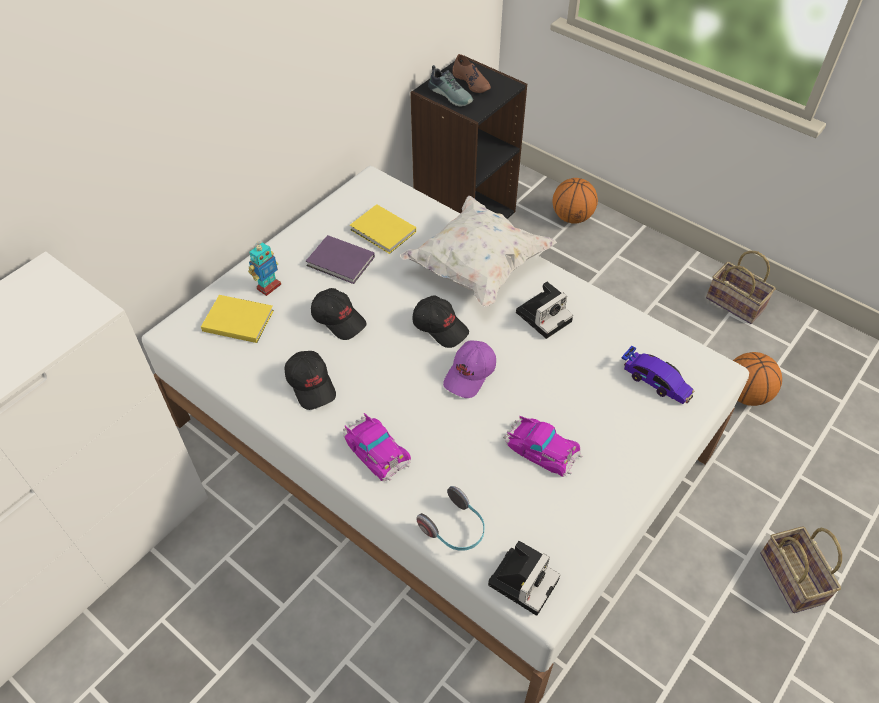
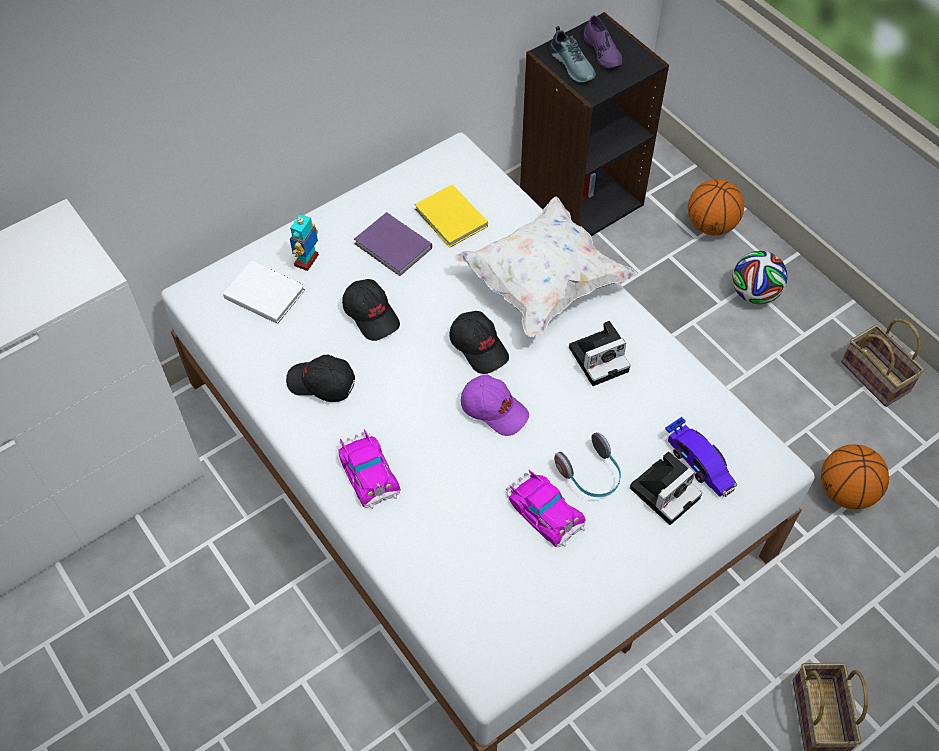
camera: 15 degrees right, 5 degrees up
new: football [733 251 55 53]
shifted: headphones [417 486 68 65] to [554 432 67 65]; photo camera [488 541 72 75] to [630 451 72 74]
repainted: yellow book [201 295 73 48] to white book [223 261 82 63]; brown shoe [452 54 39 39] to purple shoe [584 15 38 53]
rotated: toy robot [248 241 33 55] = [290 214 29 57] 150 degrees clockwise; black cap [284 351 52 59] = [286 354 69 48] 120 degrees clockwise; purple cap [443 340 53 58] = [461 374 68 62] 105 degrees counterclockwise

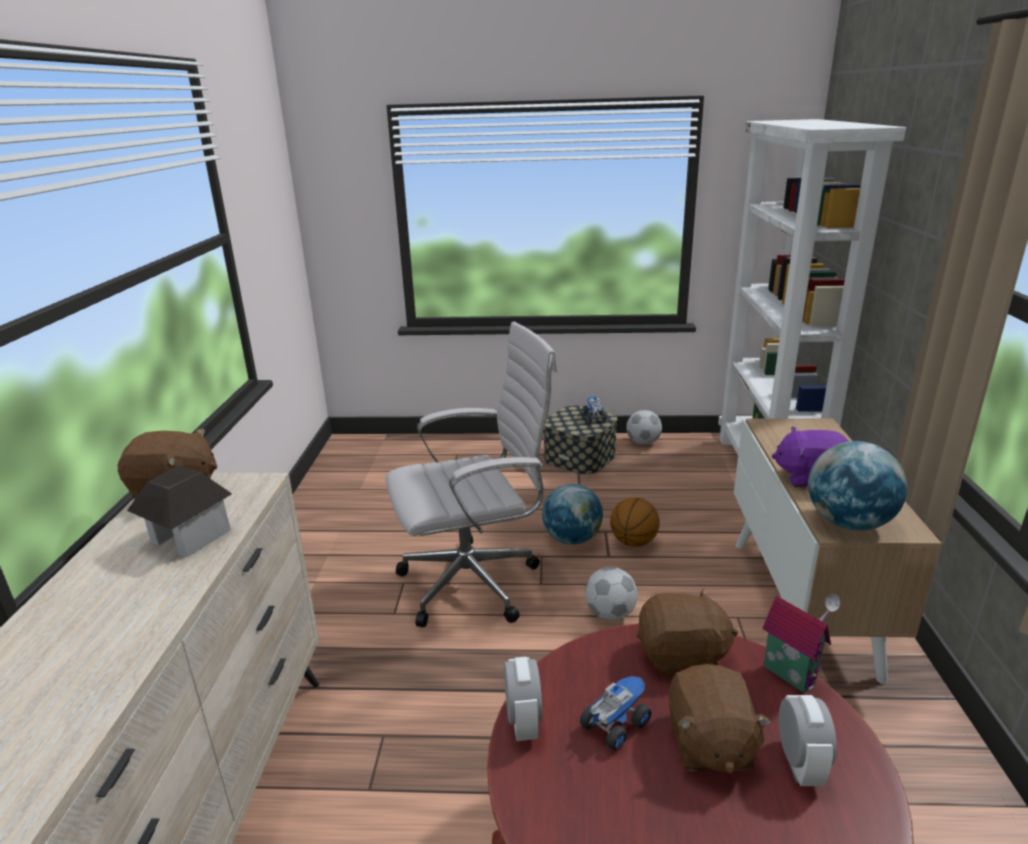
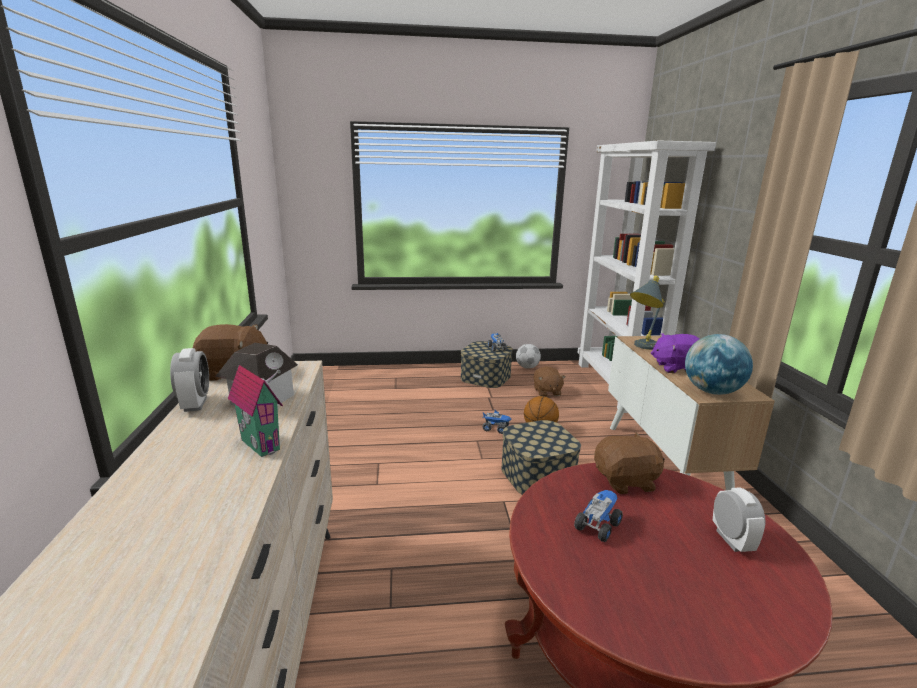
camera: 10 degrees left, 5 degrees down
gone: white office chair [386 322 171 305]
new: grey table lamp [630 276 34 74]
shifted: alarm clock [504 657 39 84] to [170 348 39 64]; brown plush toy [668 664 104 109] to [534 366 32 31]; toy house [762 594 78 99] to [228 353 55 104]
swapped: globe [542 484 61 61] to toy truck [482 410 29 24]; football [585 567 53 54] to storage box [501 420 80 75]

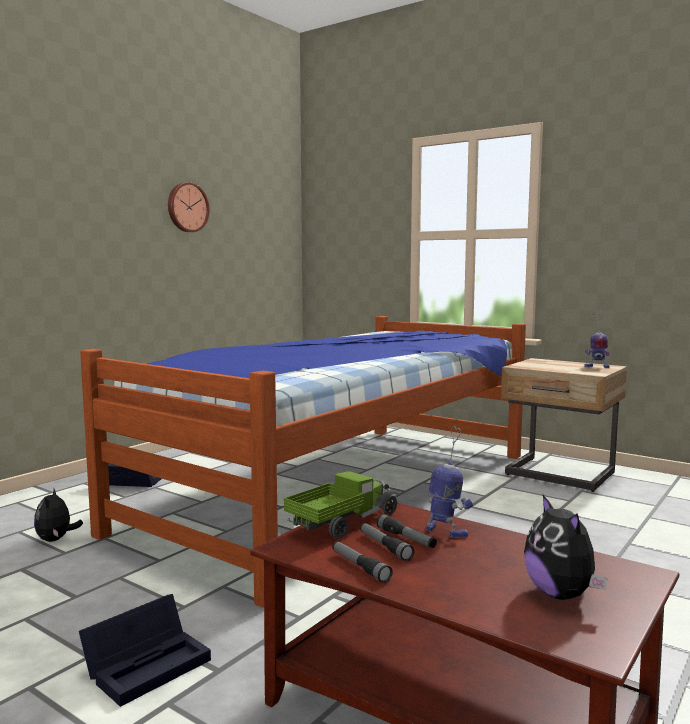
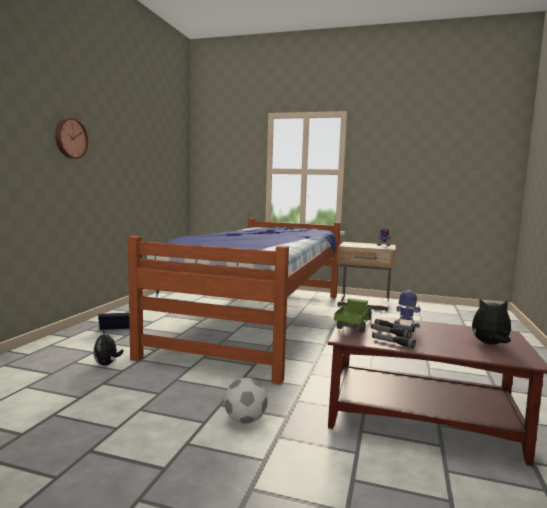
camera: 20 degrees left, 0 degrees up
shifted: wall clock [168 182 42 50] to [55 118 33 41]
swapped: black storage box [79 594 132 113] to football [224 378 44 46]
rotated: plush toy [524 495 83 105] = [472 299 39 45] 135 degrees clockwise

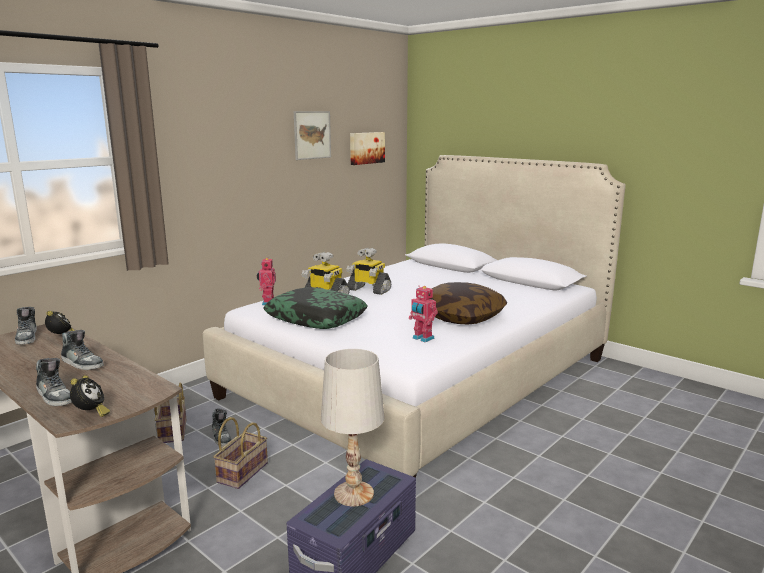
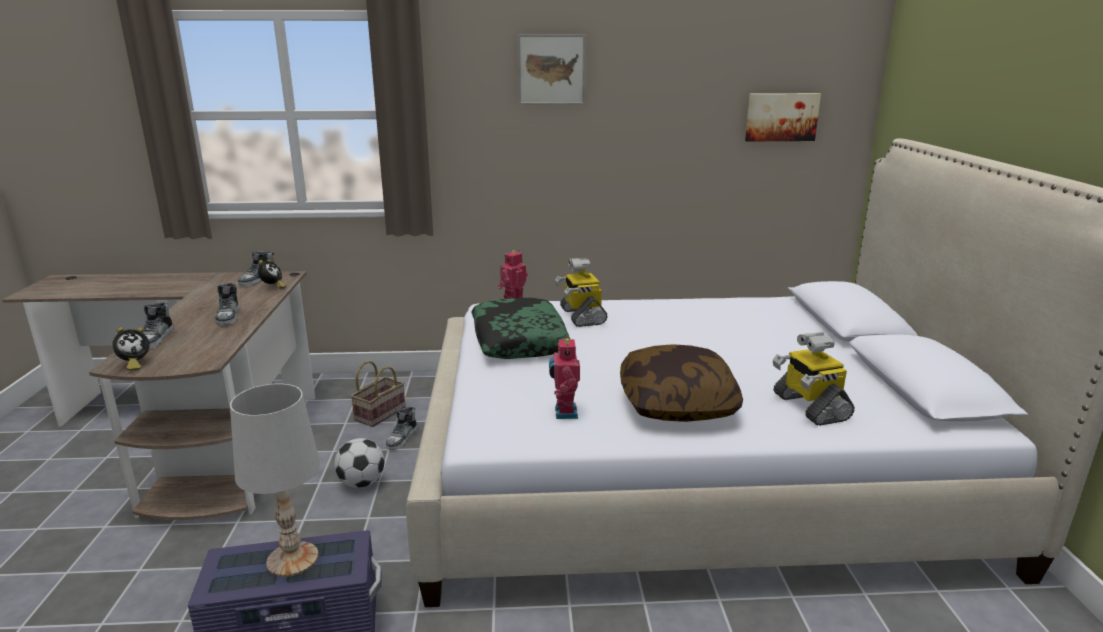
camera: 45 degrees right, 5 degrees up
shifted: picture [294 111 37 49] to [518 34 67 71]; toy robot [346 248 45 47] to [773 332 82 94]
swapped: basket [213 417 55 72] to football [334 438 51 50]

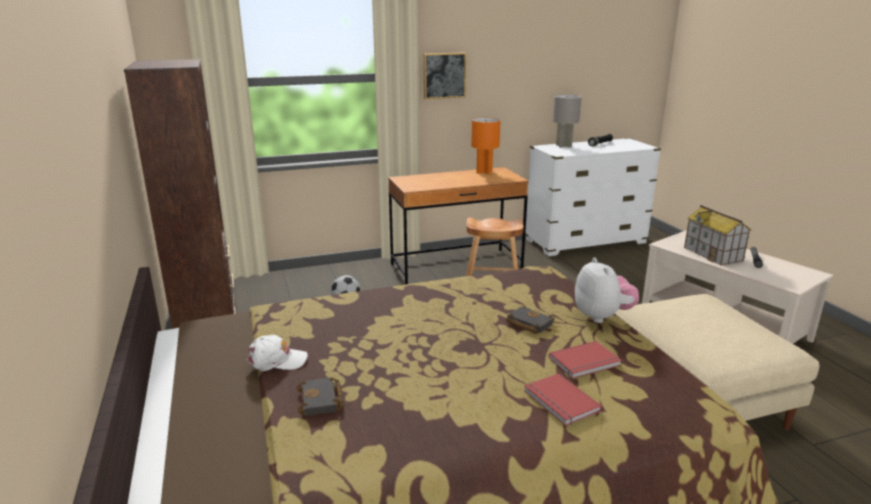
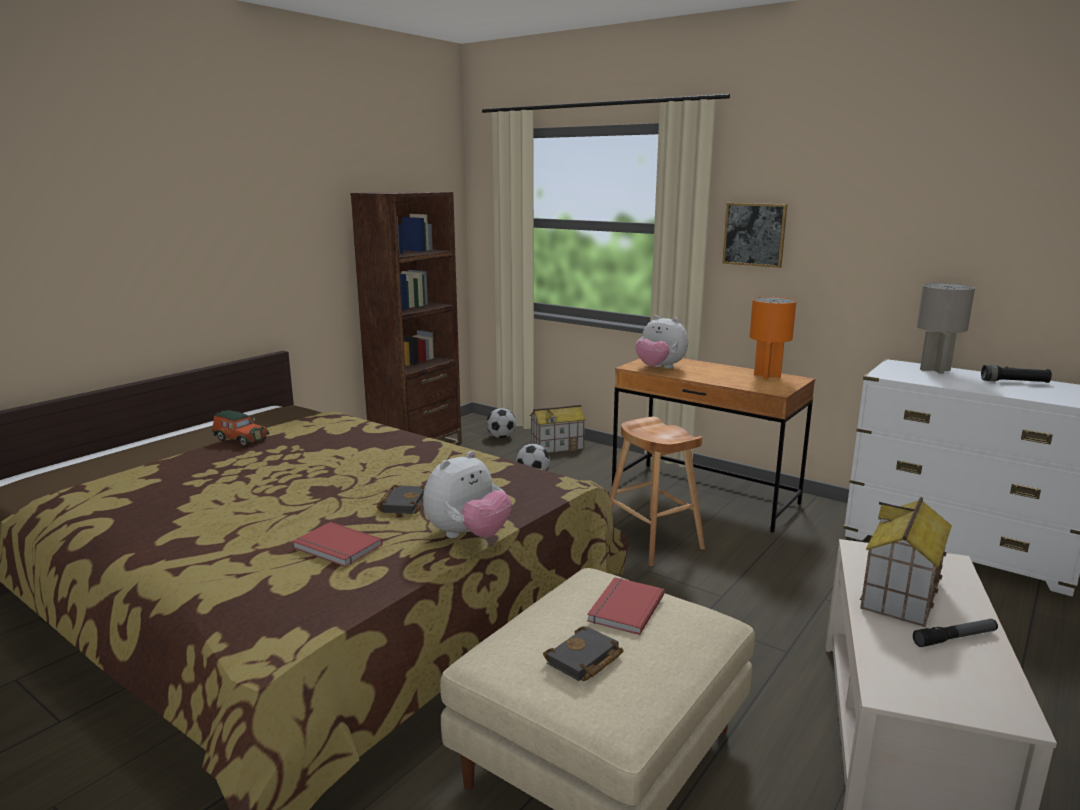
camera: 55 degrees right, 5 degrees down
new: football [486 408 30 30]; toy house [530 405 56 48]; plush toy [635 315 53 54]
shifted: black book [297 377 46 39] to [543 626 81 55]; red book [524 373 78 53] to [587 577 78 58]
swapped: white cap [247 335 61 36] to toy car [212 410 57 37]

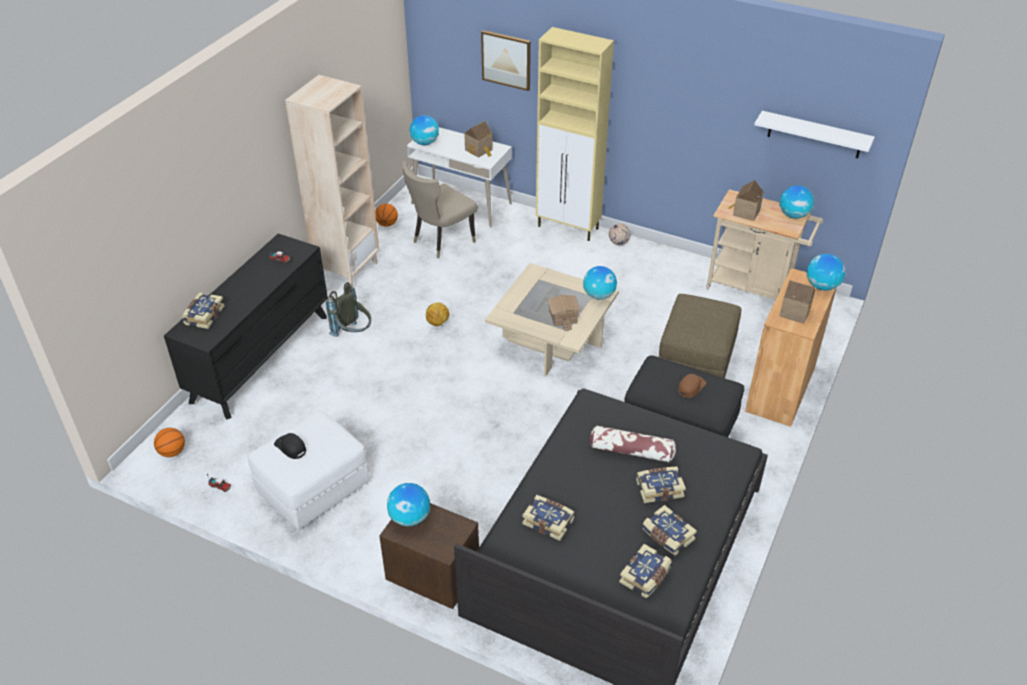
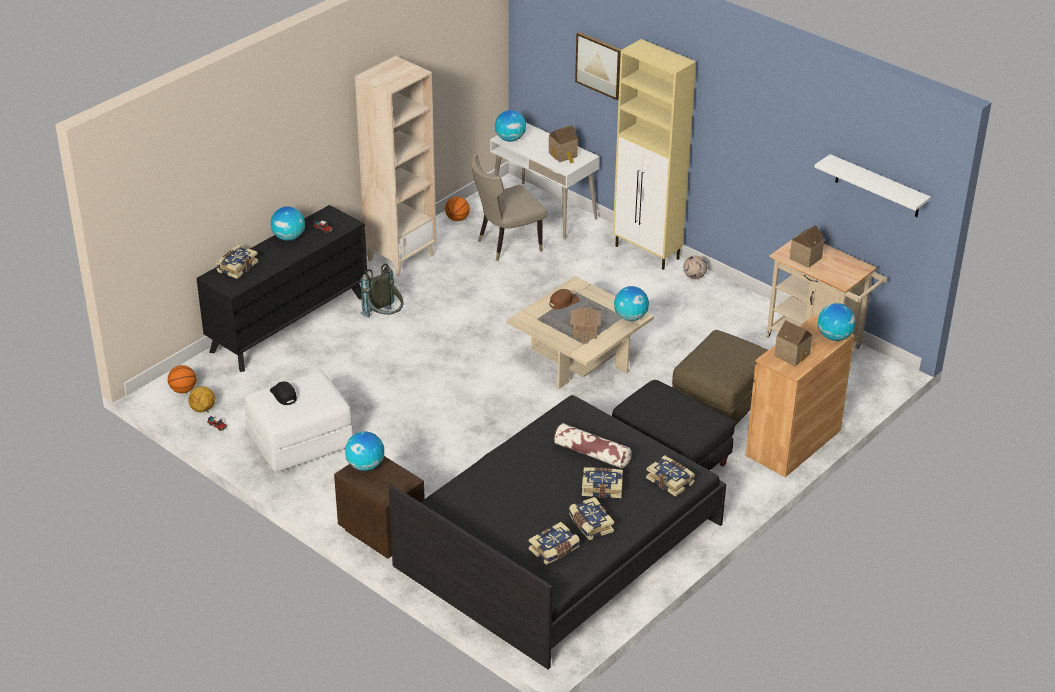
camera: 15 degrees right, 5 degrees down
shifted: football [426 302 23 24] to [189 386 26 27]; book [522 495 53 46] to [646 455 49 42]; brown cap [678 374 28 24] to [550 289 30 20]; globe [779 185 35 34] to [271 206 34 35]

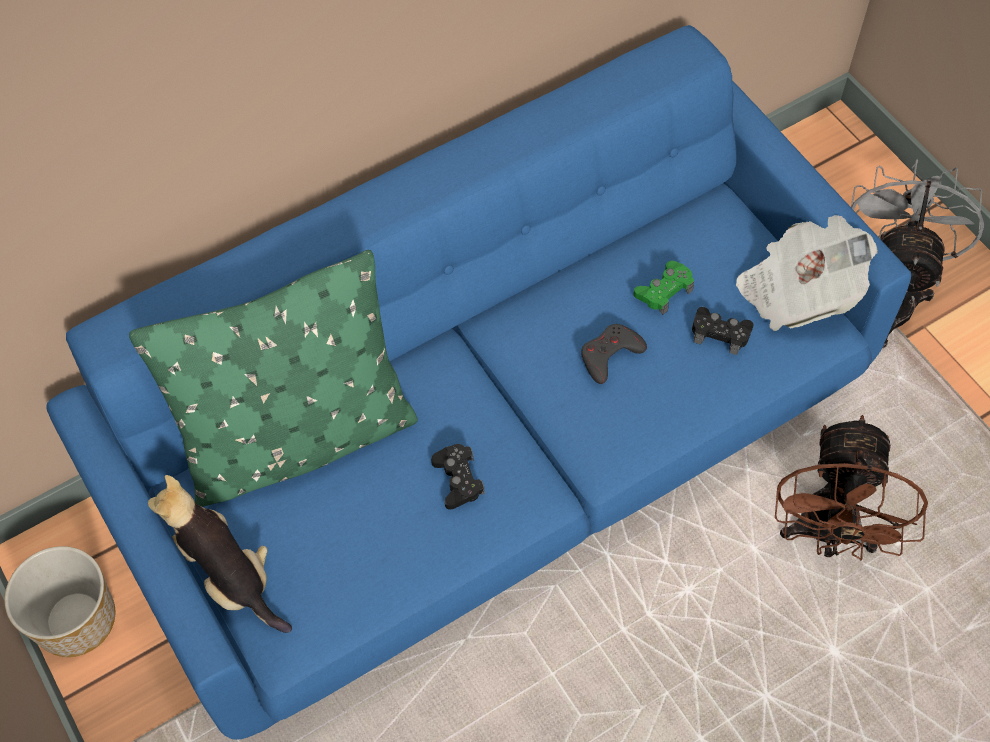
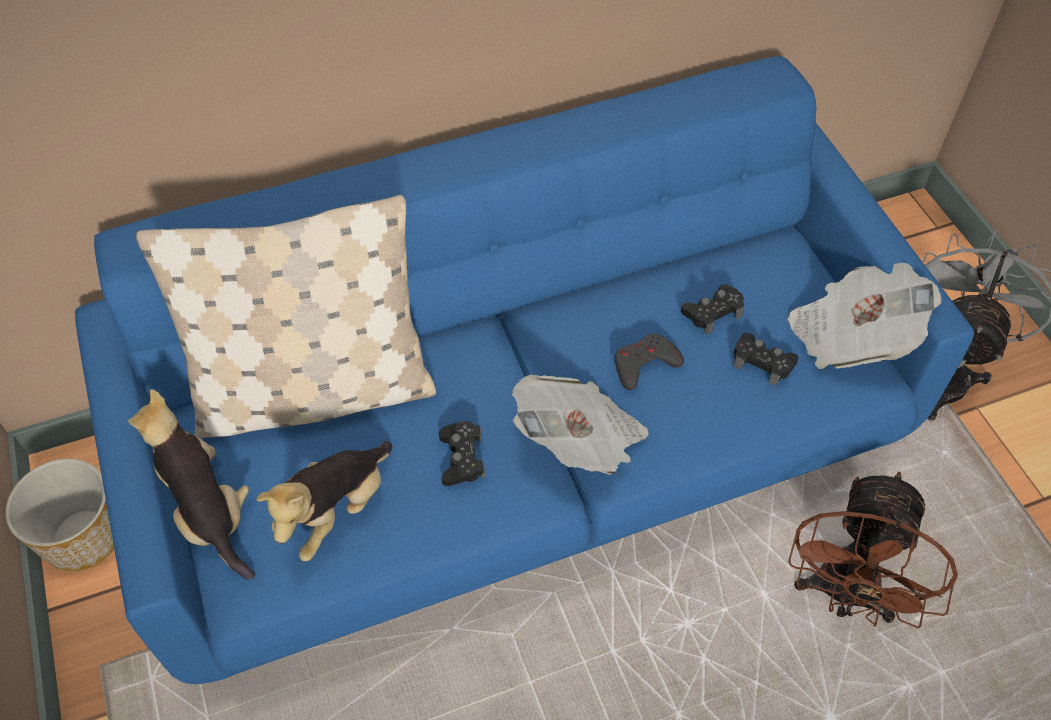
camera: 10 degrees right, 5 degrees down
new: plush toy [257 441 135 120]; newspaper [512 375 137 100]
repainted: green pillow [129 250 289 257] to beige pillow [136 195 300 243]; green game controller [634 261 60 54] to black game controller [681 284 64 51]

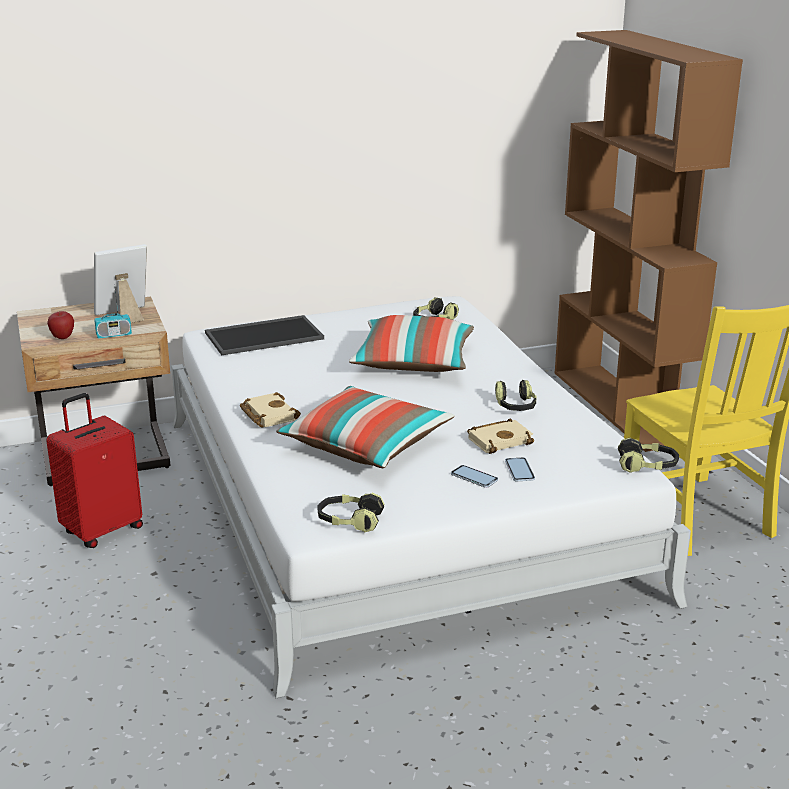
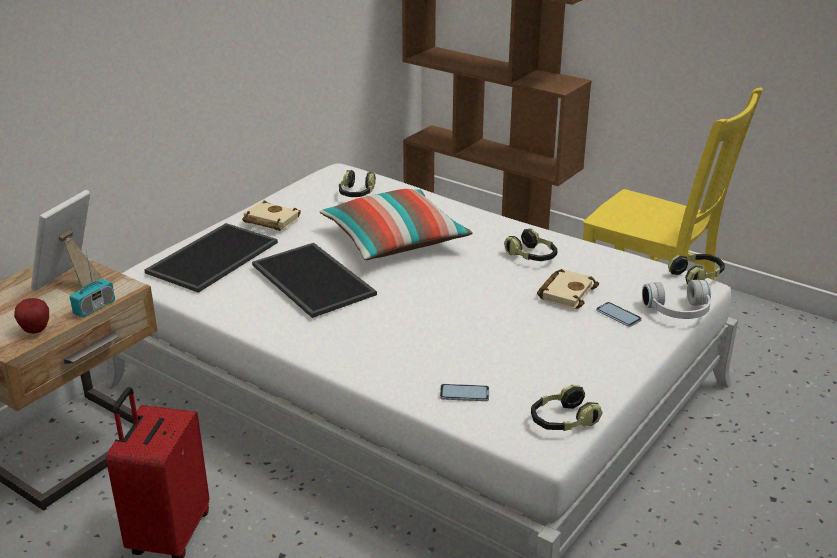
camera: 35 degrees left, 5 degrees up
gone: pillow [276 386 179 82]
new: tray [252 243 125 75]; white headphones [642 280 69 39]
shifted: beige book [240 392 61 35] to [242 200 59 31]; phone [451 465 47 23] to [440 384 49 17]

